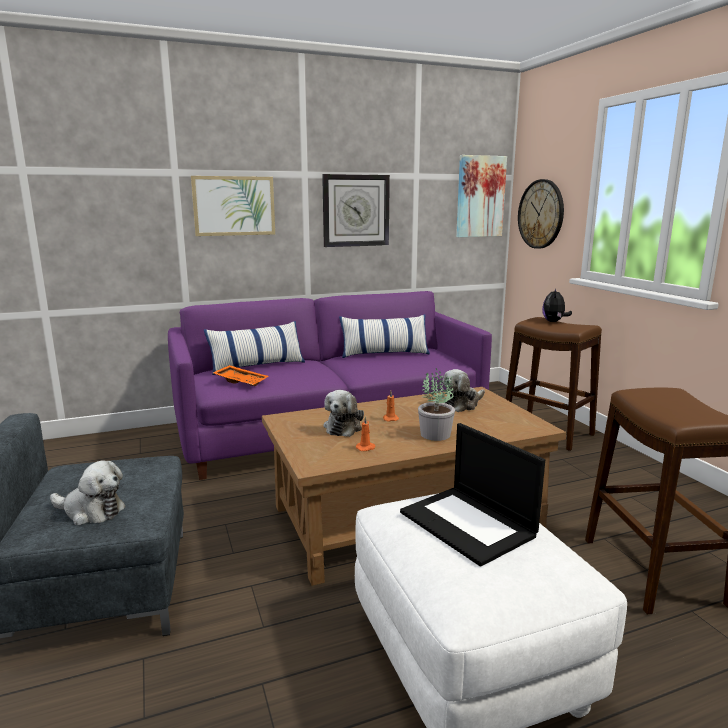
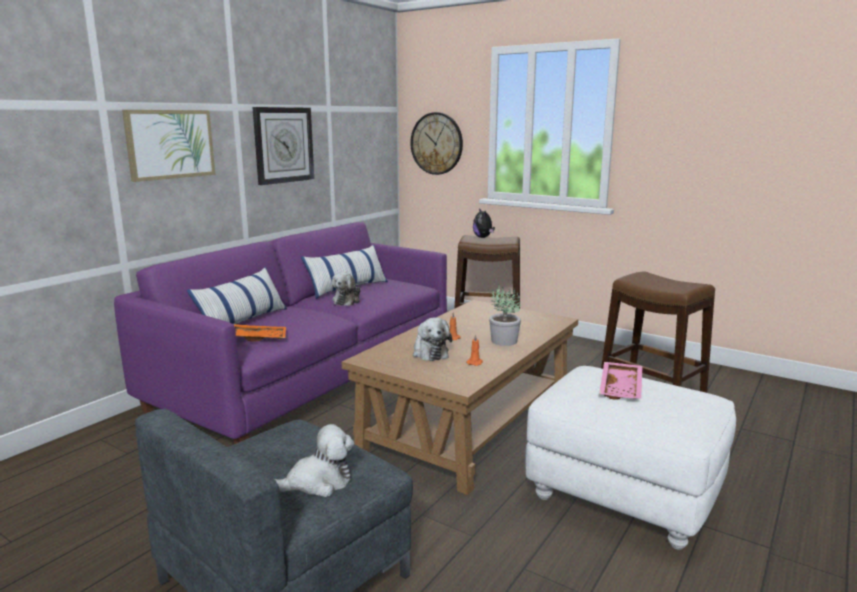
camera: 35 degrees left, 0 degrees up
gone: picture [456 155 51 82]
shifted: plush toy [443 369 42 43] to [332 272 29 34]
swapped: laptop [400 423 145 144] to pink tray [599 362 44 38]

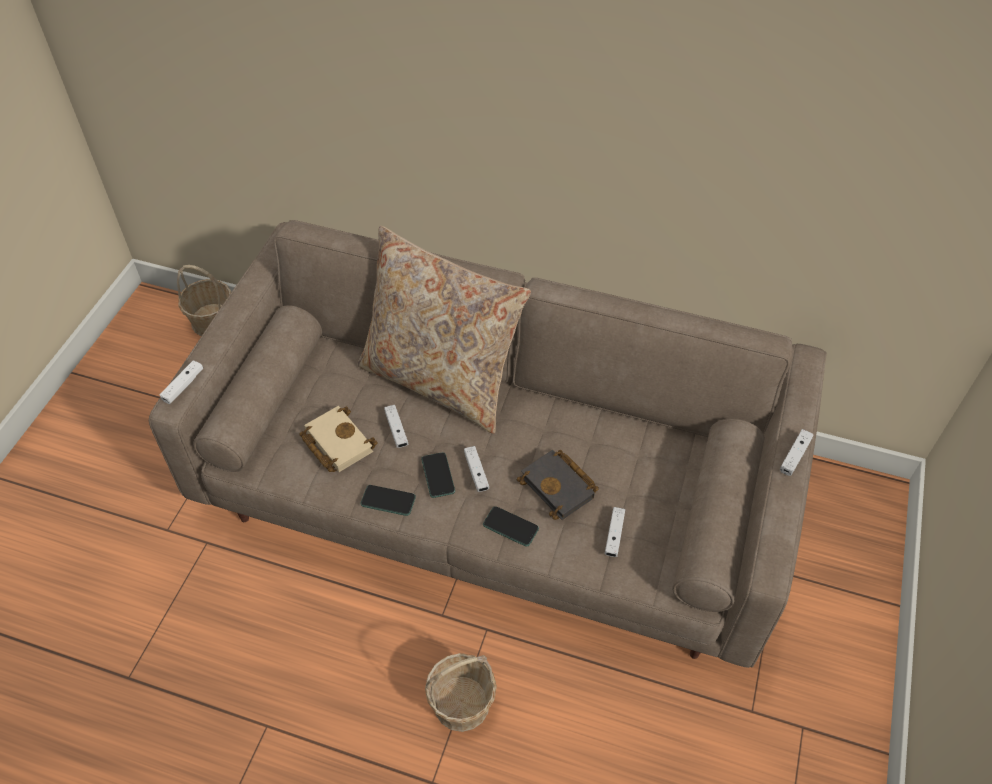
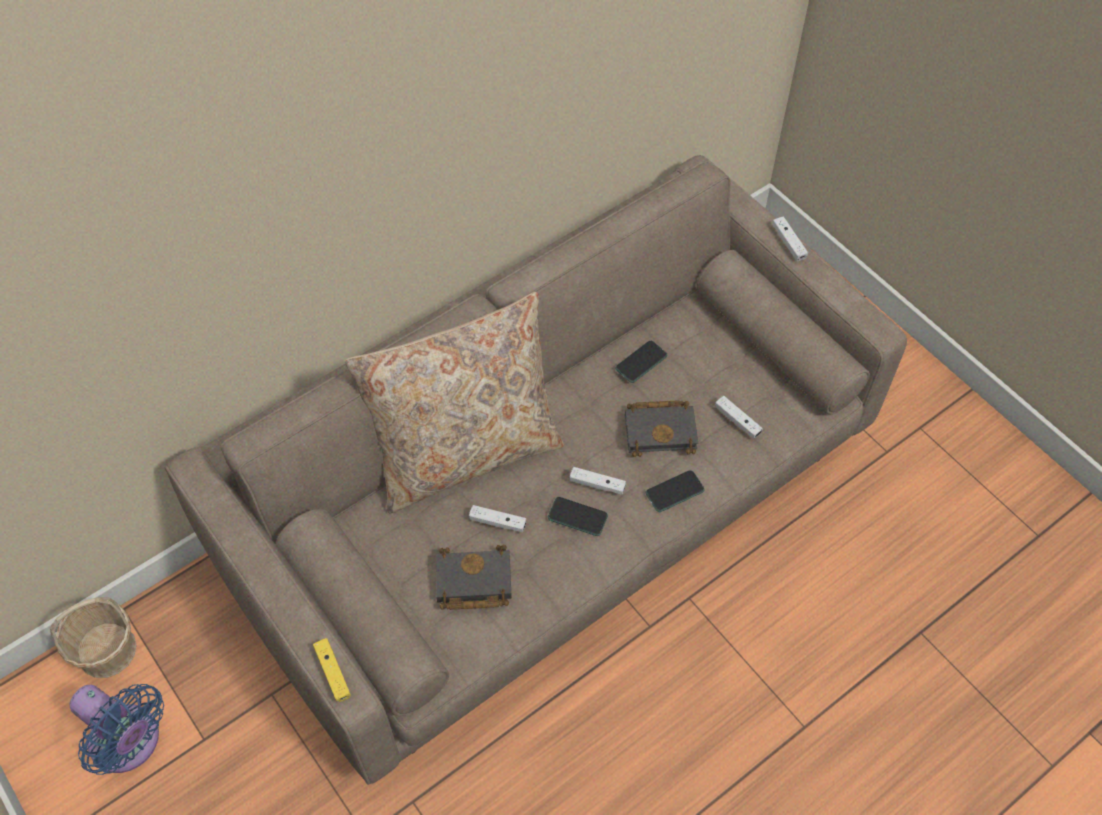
camera: 55 degrees left, 5 degrees up
gone: basket [425 653 72 79]
new: blue fan [70 684 94 91]
shifted: phone [361 485 55 31] to [615 341 52 42]
repainted: white game controller [159 361 45 43] to yellow game controller [313 638 38 64]; beige book [299 406 79 66] to black book [436 545 76 65]

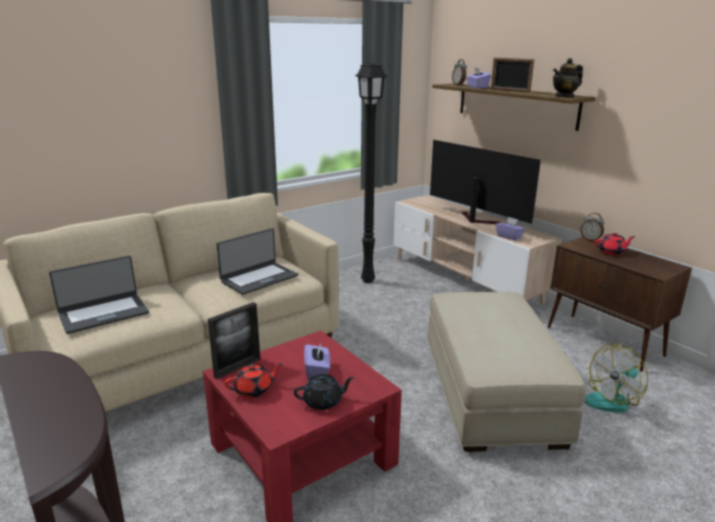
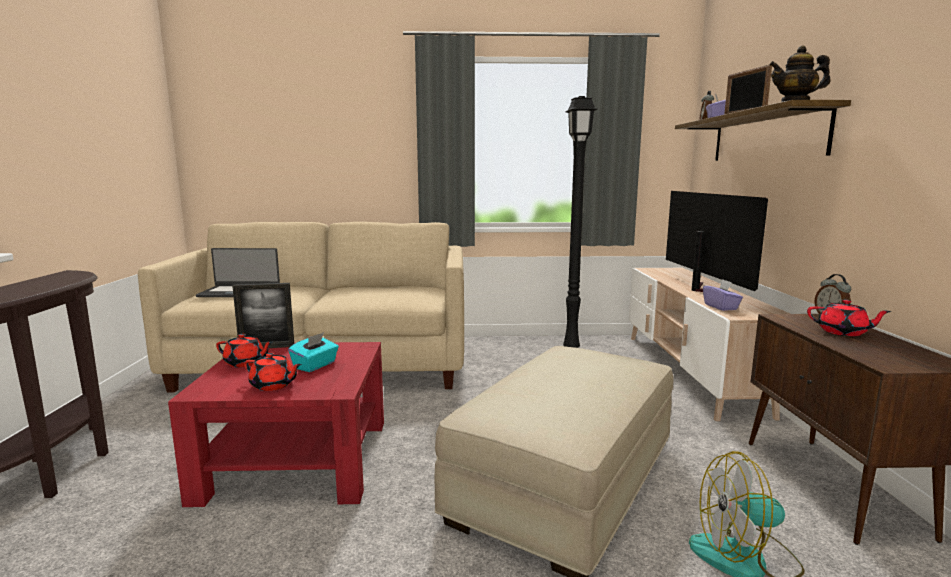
camera: 35 degrees right, 10 degrees down
gone: laptop [217 228 81 67]
repainted: black teapot [294 374 60 36] to red teapot [244 353 58 38]; purple tissue box [304 343 26 37] to turquoise tissue box [288 332 51 40]

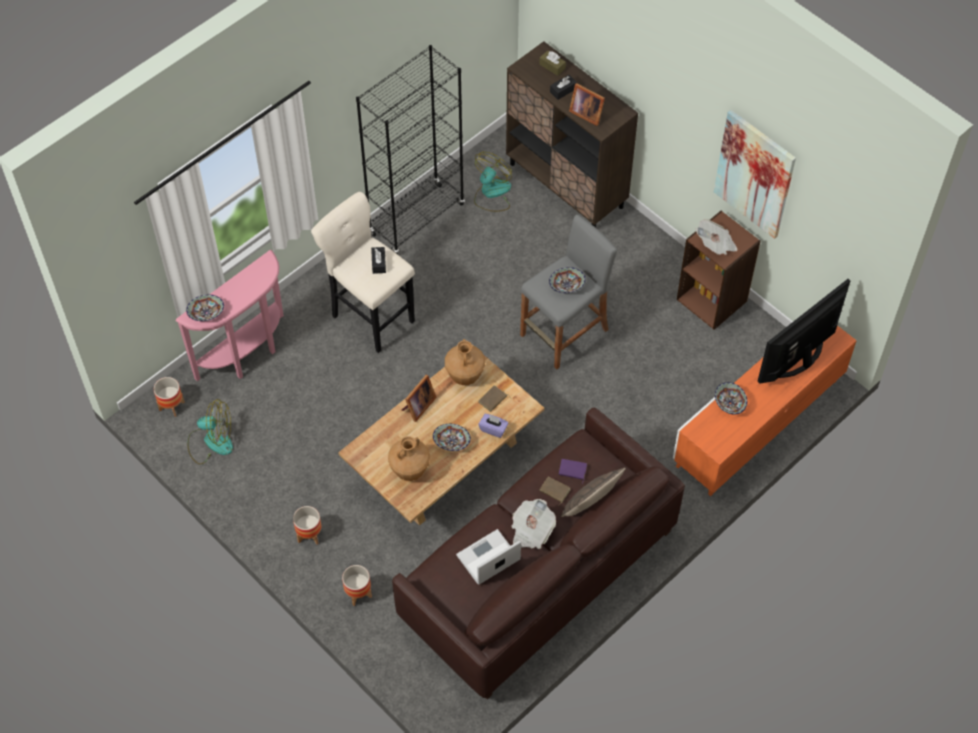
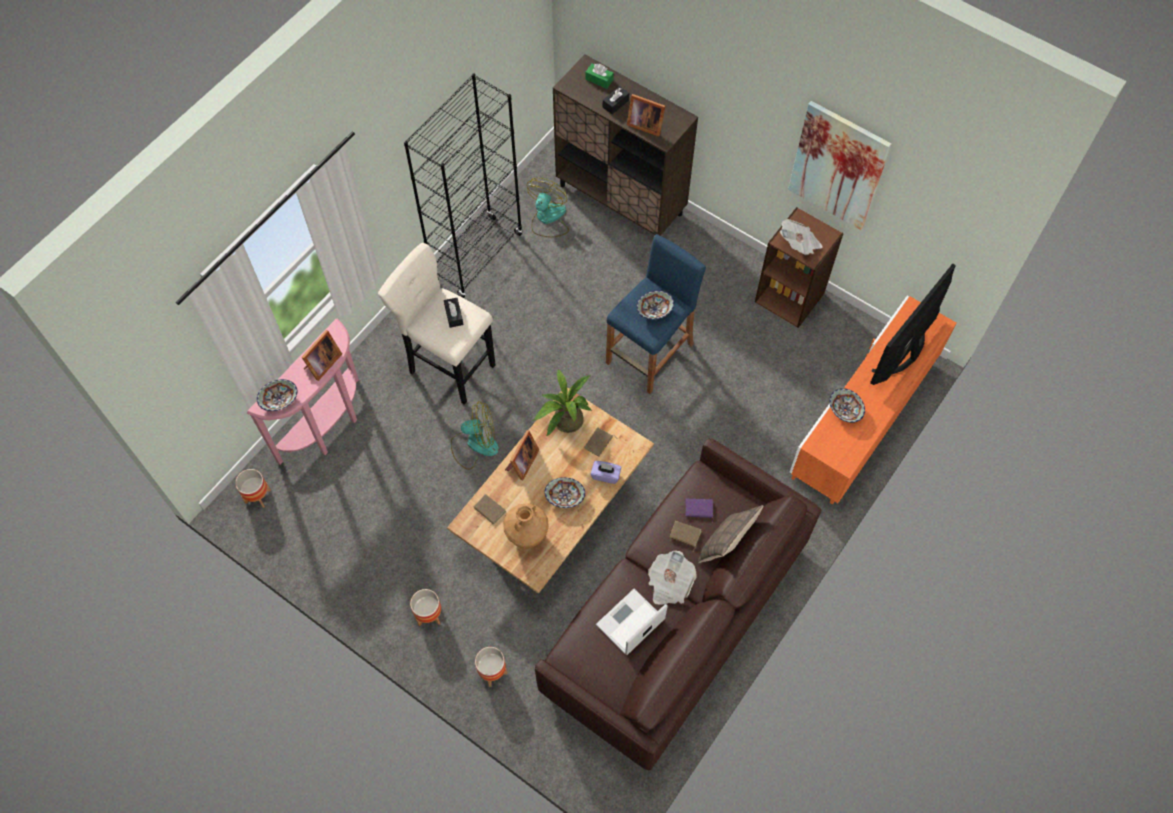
camera: 10 degrees left, 5 degrees up
new: picture frame [301 330 41 51]; brown book [474 494 32 33]
shifted: fan [188 399 45 66] to [451 401 48 69]
swapped: brown vase [445 339 40 46] to potted plant [533 370 59 66]
repainted: grey stool [520 214 97 156] to blue stool [606 234 100 160]; brown tissue box [539 50 27 26] to green tissue box [585 63 29 26]

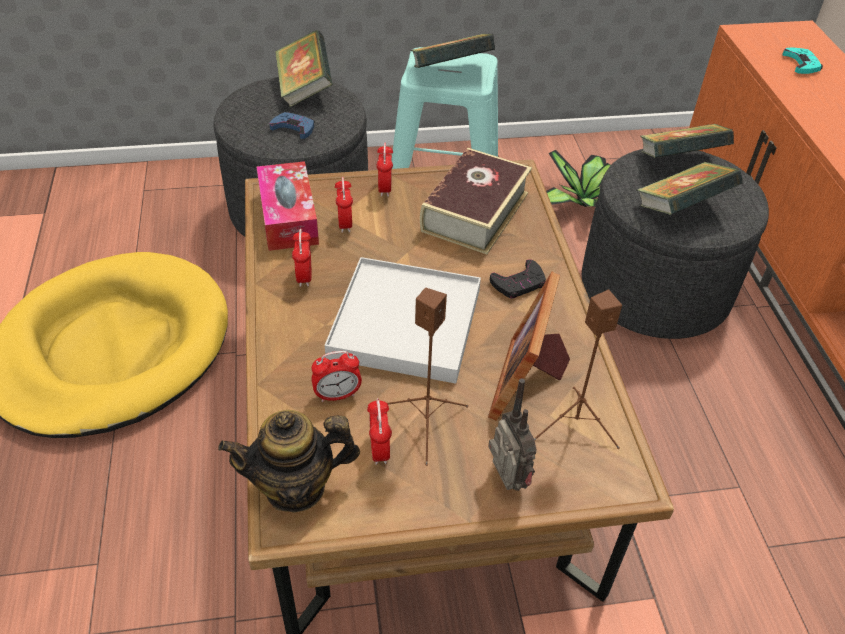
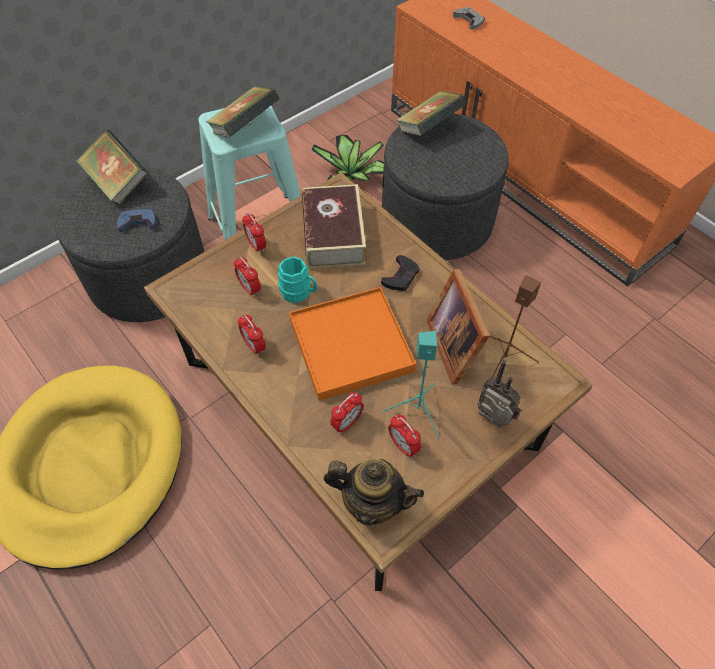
camera: 30 degrees left, 10 degrees up
gone: tissue box [257 161 62 90]; book [637 162 106 53]
new: turquoise mug [278 257 39 46]
repainted: white tray [325 257 156 127] to orange tray [289 287 127 114]; brown speaker [387 288 82 178] to turquoise speaker [382 331 58 108]; turquoise game controller [783 48 40 26] to grey game controller [453 7 32 22]
rotated: teapot [218 410 142 103] = [323 459 101 66] 120 degrees counterclockwise

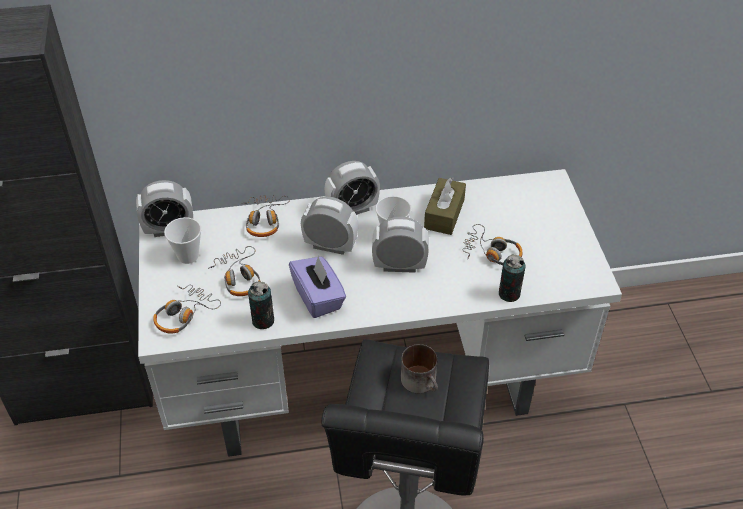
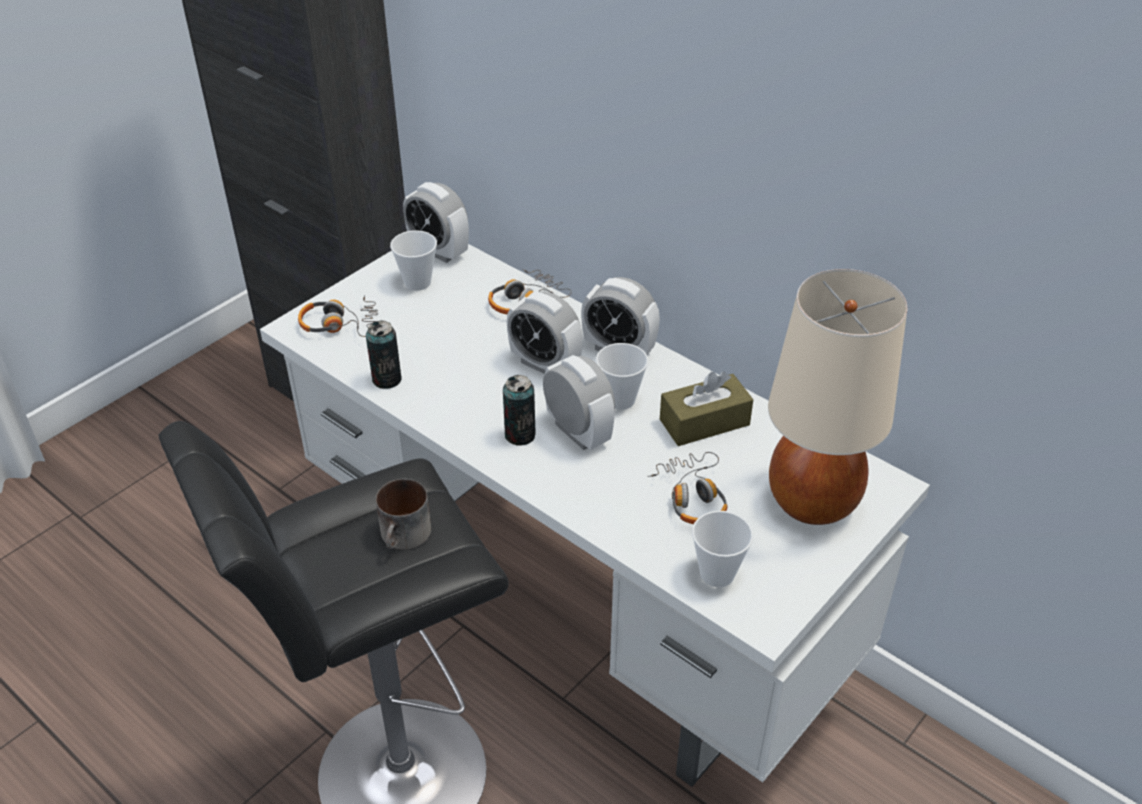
camera: 50 degrees right, 5 degrees down
gone: headphones [208 246 52 50]; purple tissue box [289 255 57 63]
new: cup [692 511 61 76]; beige table lamp [768 269 139 256]
shifted: can [499 255 27 47] to [503 375 33 71]
rotated: alarm clock [301 197 57 58] = [507 292 76 82] 150 degrees clockwise

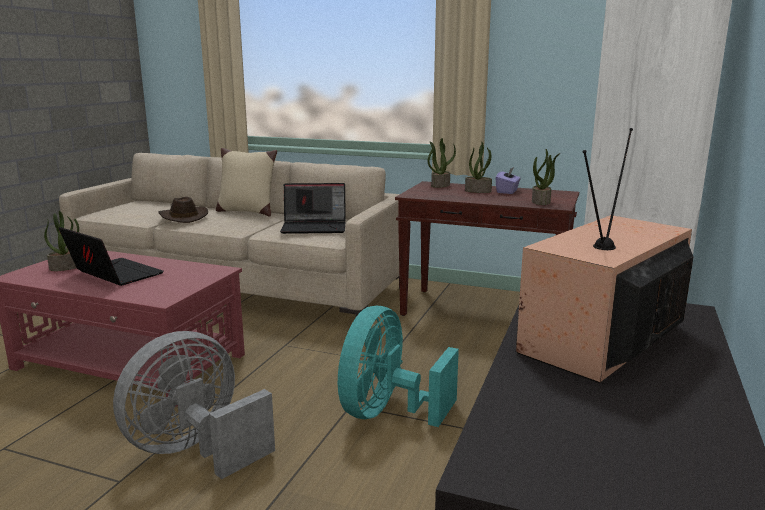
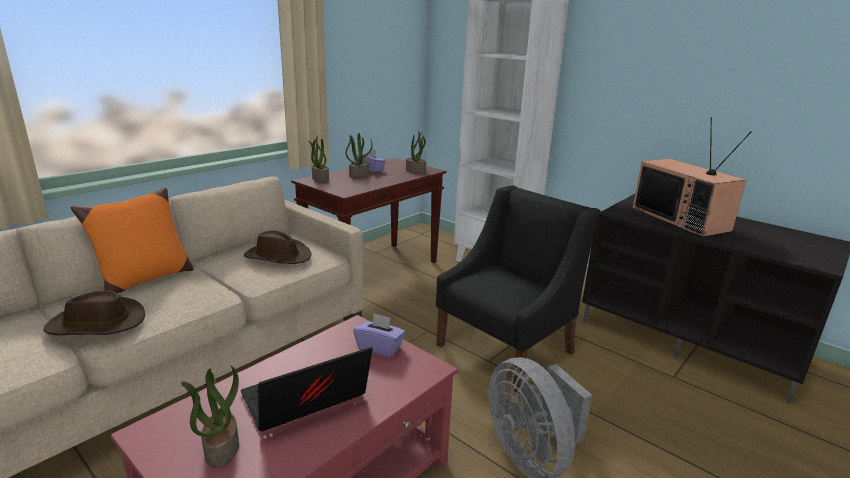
camera: 70 degrees left, 5 degrees up
new: purple tissue box [353 313 53 44]
swapped: laptop [280 183 66 51] to brown hat [244 230 68 34]; turquoise fan [338 306 121 121] to black armchair [436 185 165 208]
repainted: beige pillow [216 148 61 69] to orange pillow [71 187 123 106]

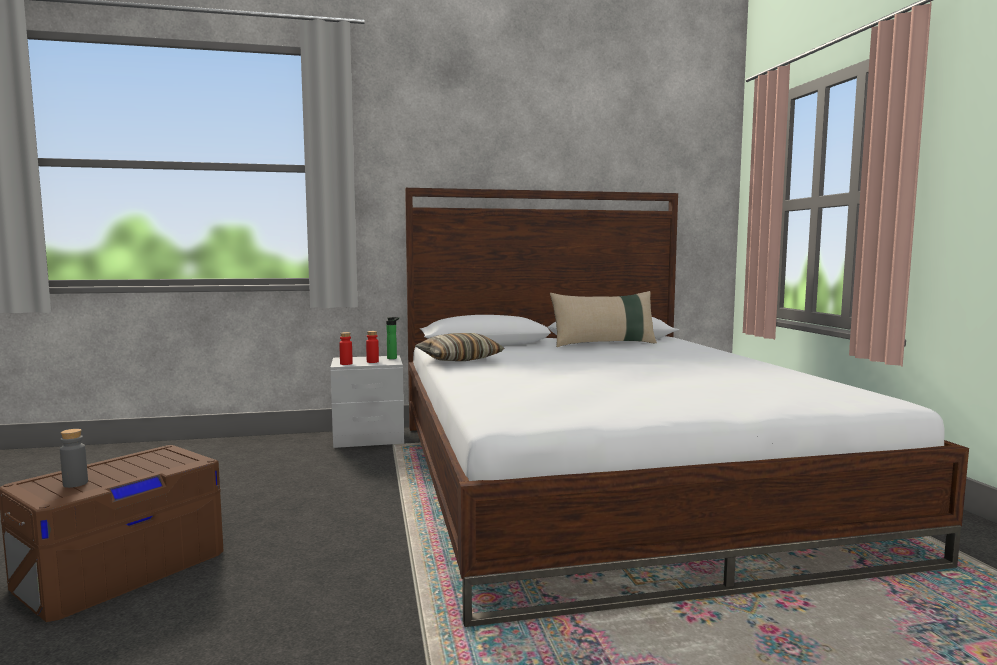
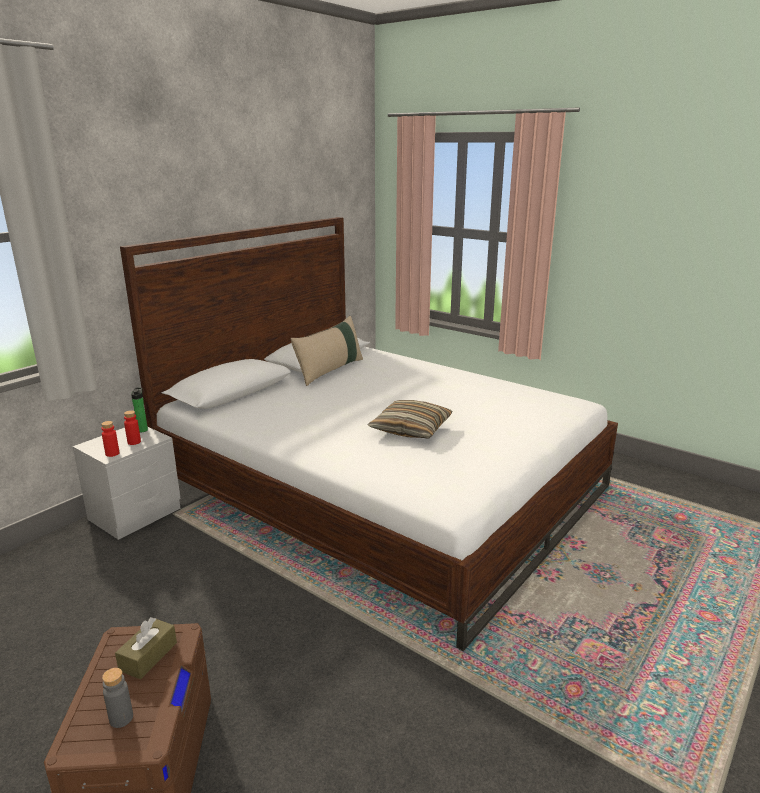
camera: 40 degrees left, 15 degrees up
new: brown tissue box [115 617 62 62]
shifted: pillow [415 333 89 28] to [368 400 84 39]

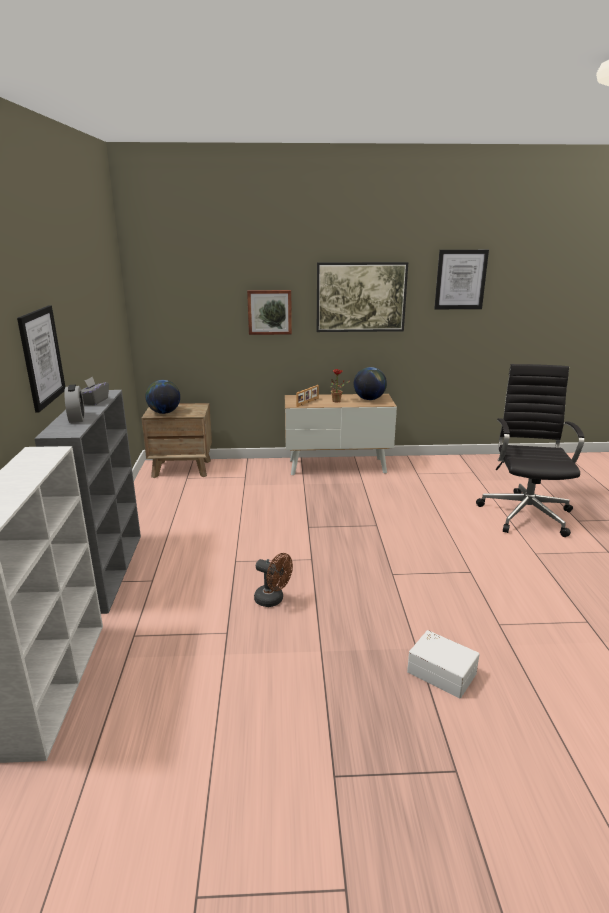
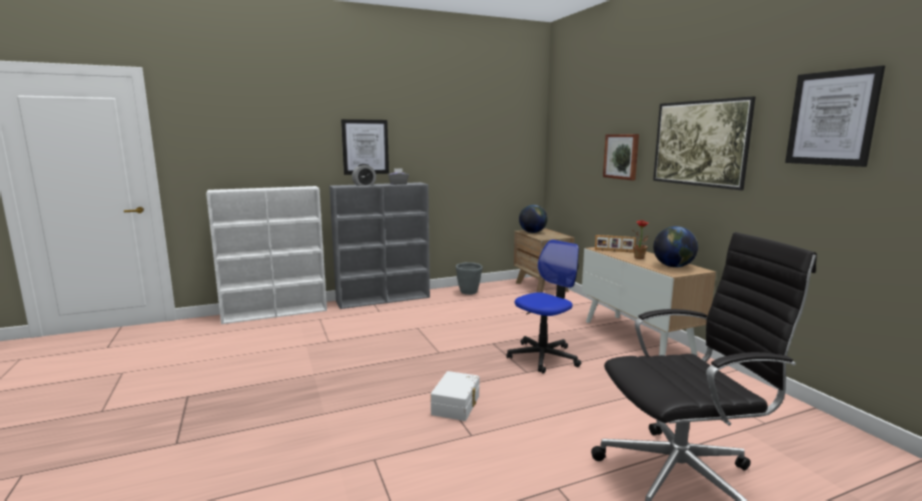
camera: 70 degrees right, 10 degrees down
gone: brown fan [254 553 39 54]
new: grey planter [456 262 27 33]; office chair [507 240 74 134]
shifted: white storage box [407 630 72 69] to [431 371 48 50]

